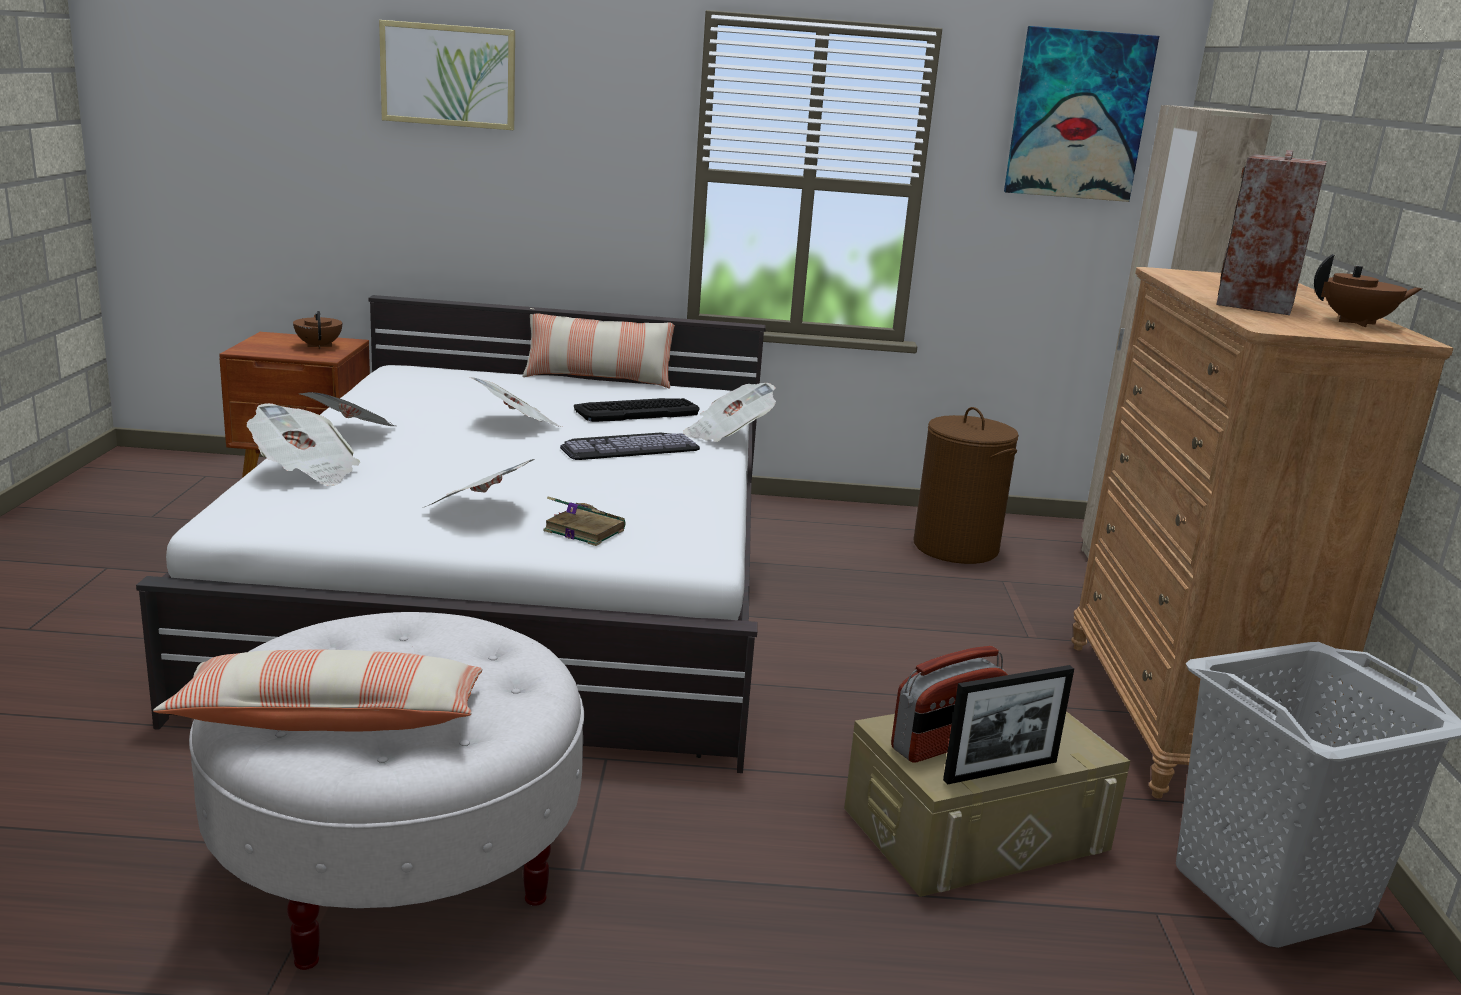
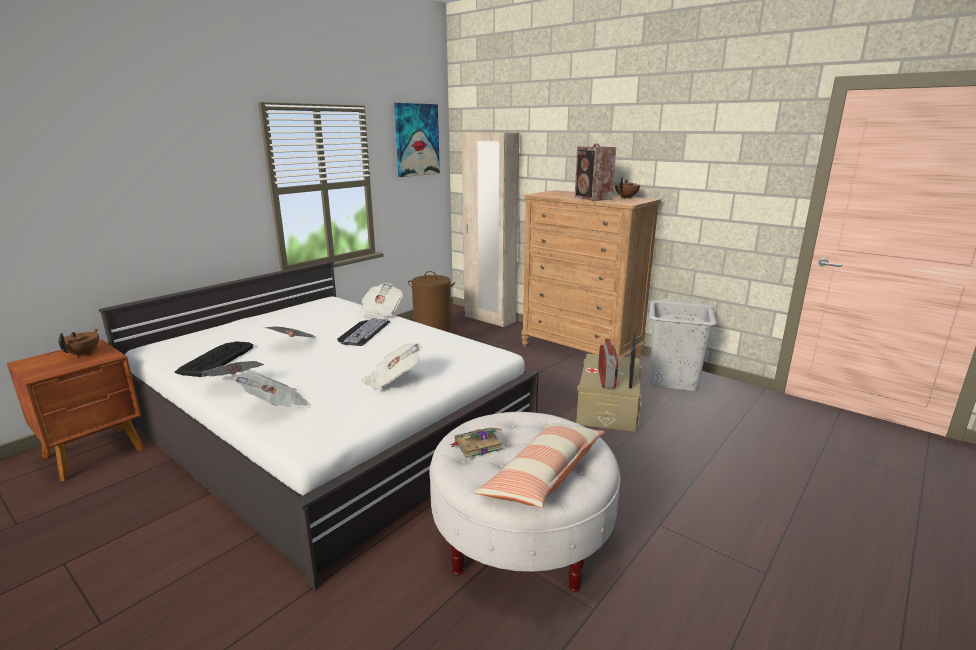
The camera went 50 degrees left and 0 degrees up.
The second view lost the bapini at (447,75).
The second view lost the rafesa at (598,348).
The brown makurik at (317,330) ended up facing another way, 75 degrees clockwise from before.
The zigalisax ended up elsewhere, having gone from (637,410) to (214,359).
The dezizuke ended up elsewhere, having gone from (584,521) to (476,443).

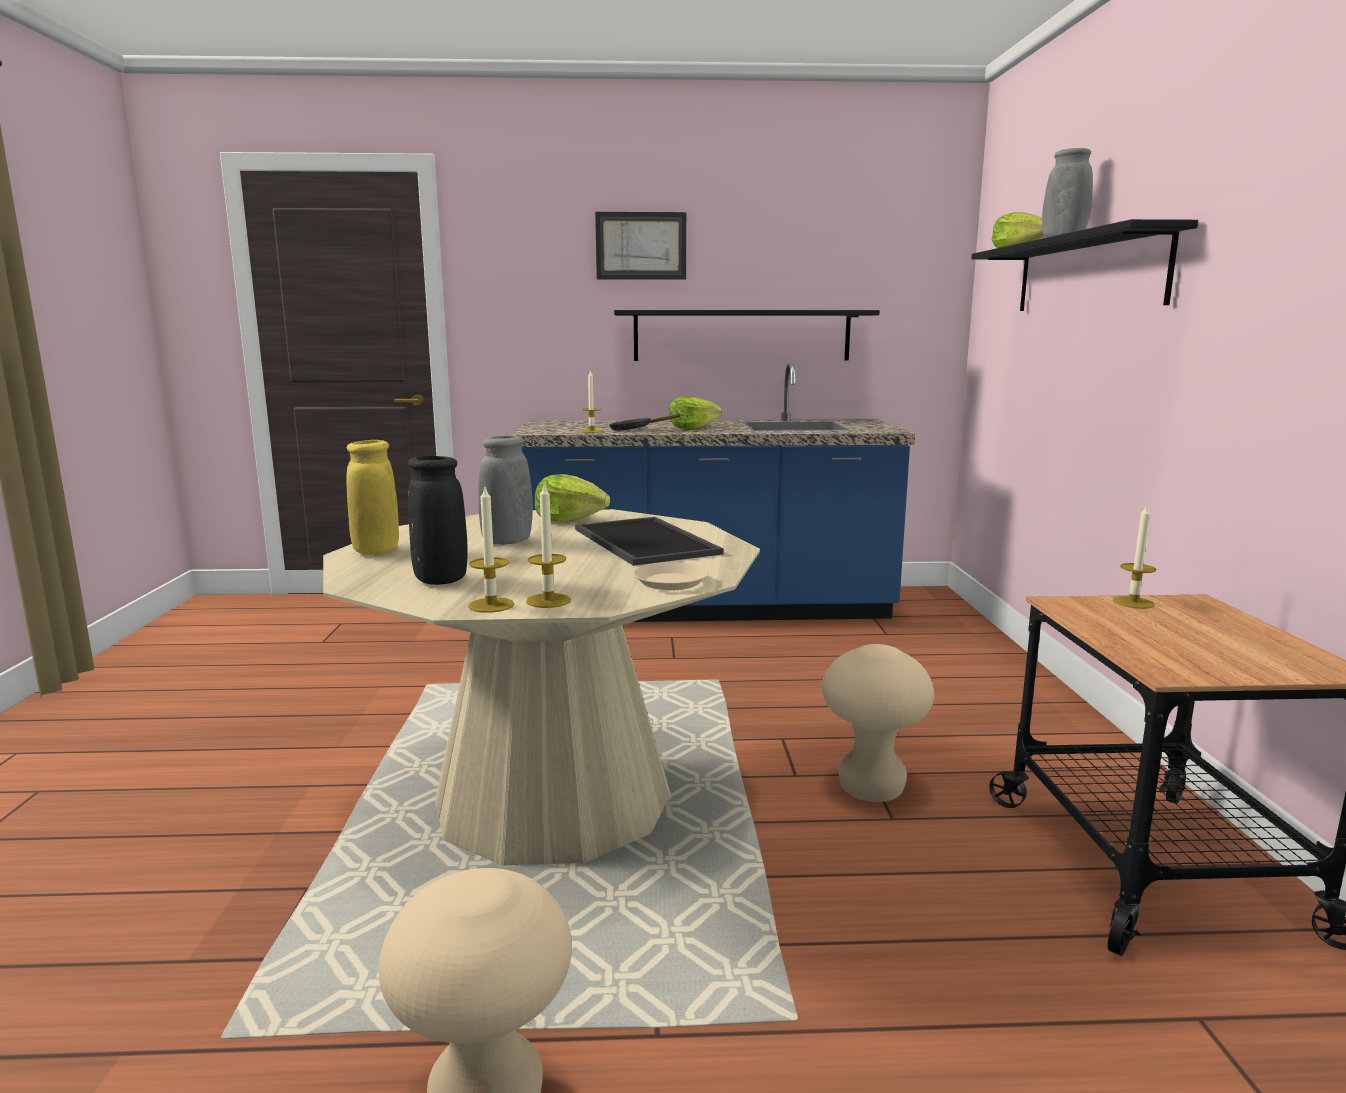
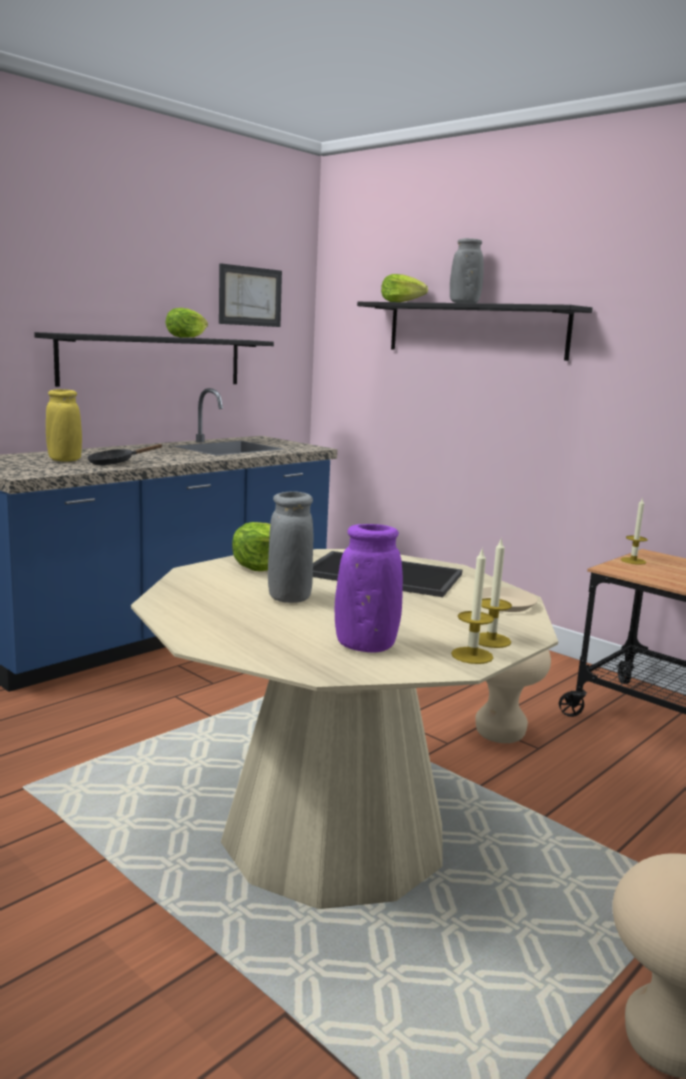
The camera went 45 degrees left and 0 degrees up.
The bapini ended up elsewhere, having gone from (640,246) to (250,295).
The second view lost the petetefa at (591,401).
The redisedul ended up elsewhere, having gone from (695,413) to (187,323).
The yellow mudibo ended up elsewhere, having gone from (372,497) to (64,425).
What was the black mudibo at (438,520) turned into the purple mudibo at (369,588).

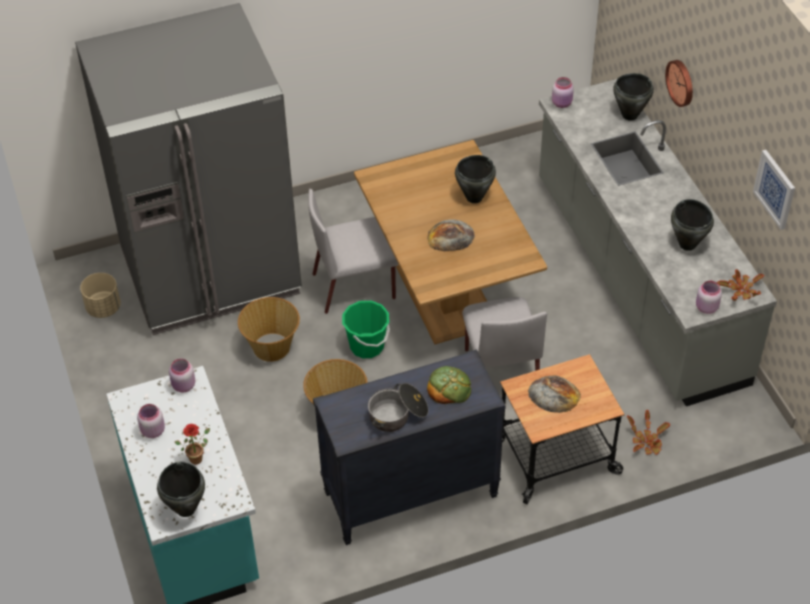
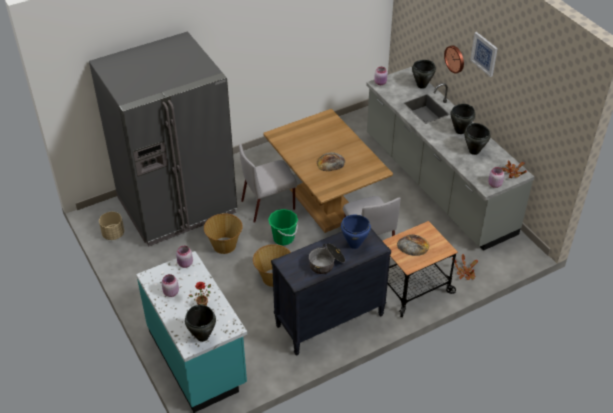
The camera went 10 degrees left and 5 degrees down.
The bapini ended up elsewhere, having gone from (774,190) to (484,54).
The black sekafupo ended up elsewhere, having gone from (475,179) to (462,119).
Where the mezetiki stood at (449,385), the blue sekafupo came to stand at (356,232).

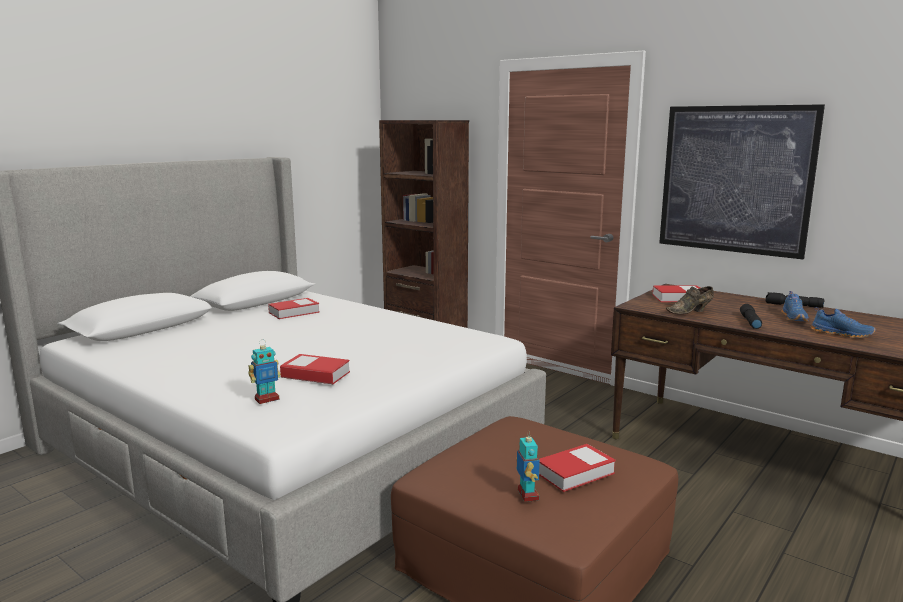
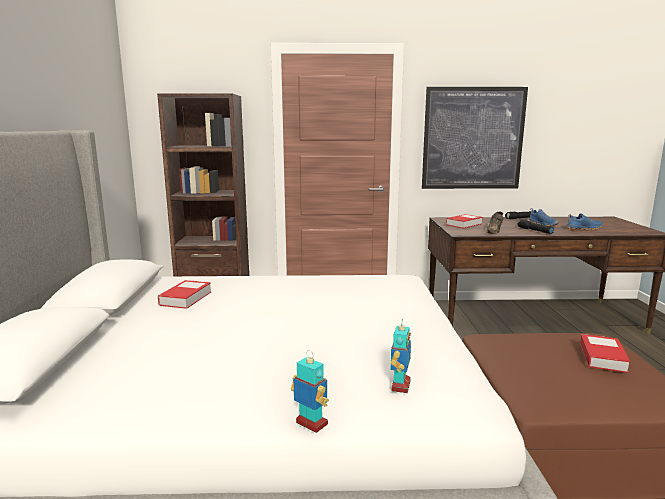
The camera went 40 degrees left and 0 degrees up.
The second view lost the dezizuke at (315,369).
The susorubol ended up elsewhere, having gone from (528,466) to (310,391).

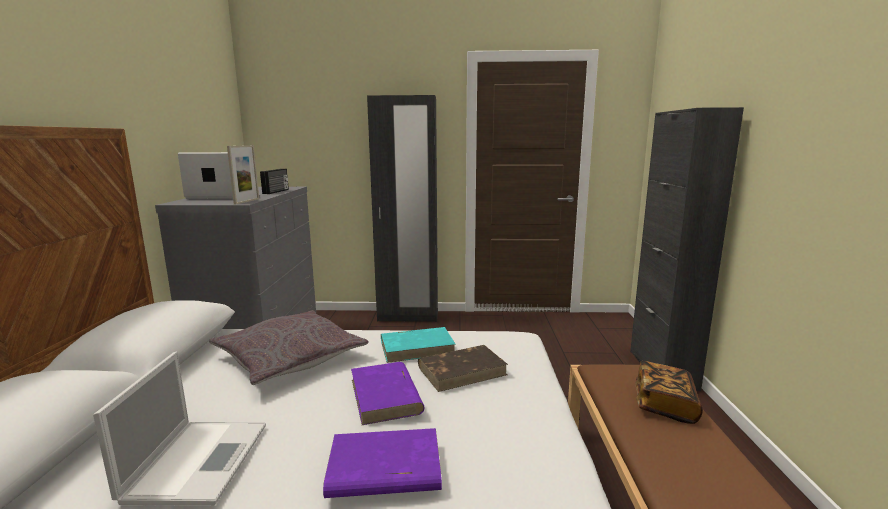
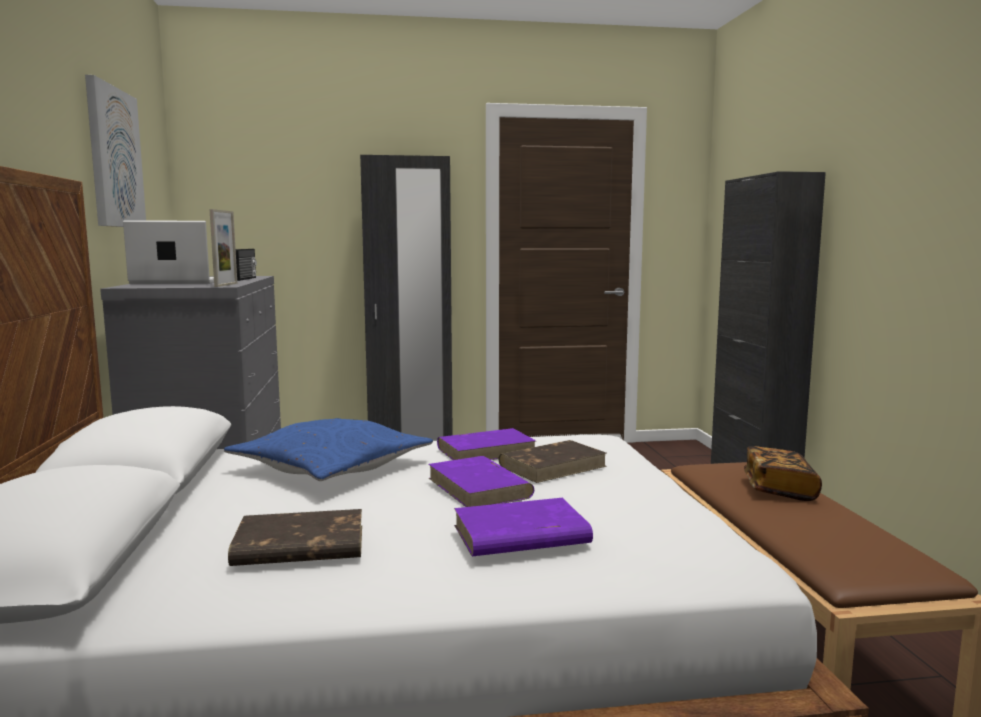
The camera went 10 degrees left and 5 degrees down.
What was the grey rafesa at (289,347) turned into the blue rafesa at (328,449).
What was the turquoise dezizuke at (418,345) turned into the purple dezizuke at (486,444).
Where the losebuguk stood at (179,429), the brown dezizuke came to stand at (295,537).
The second view gained the bapini at (115,151).

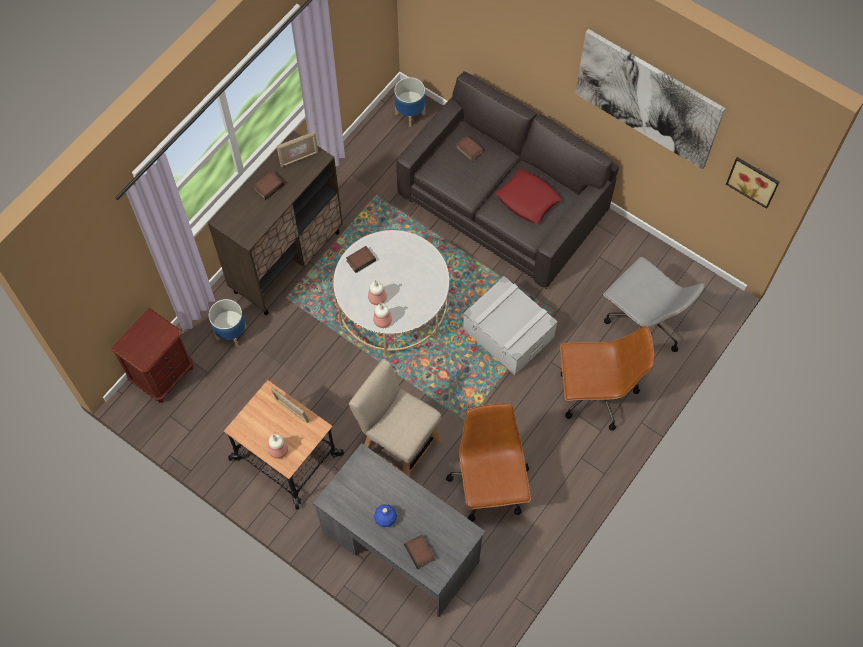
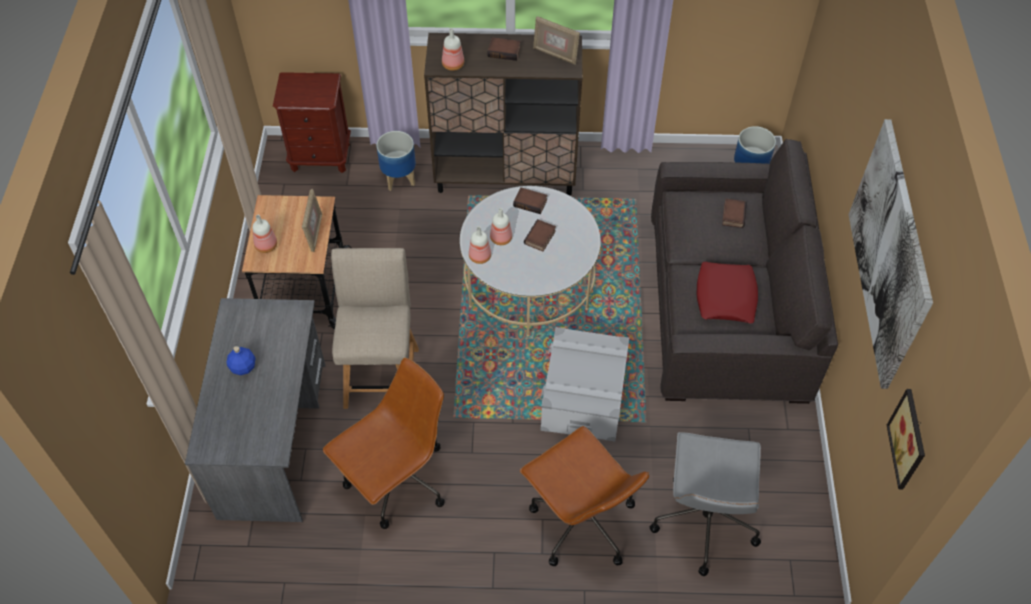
The camera went 55 degrees right and 10 degrees down.
The dezizuke ended up elsewhere, having gone from (419,551) to (540,235).
The second view gained the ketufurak at (453,49).

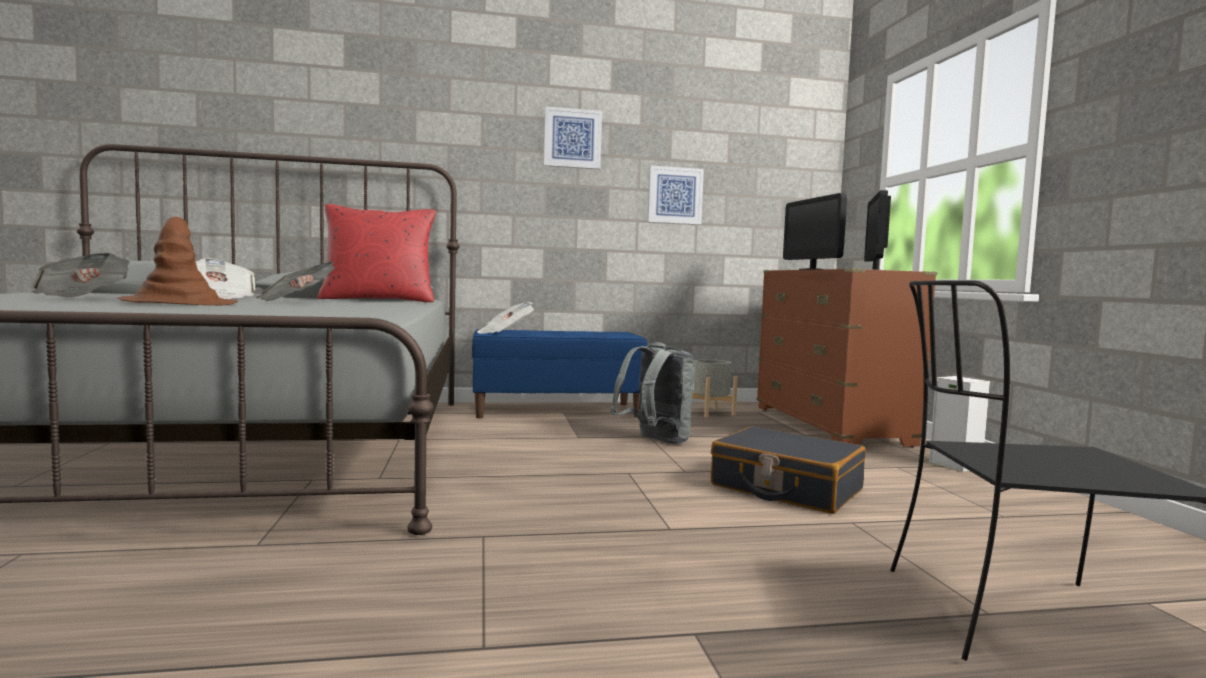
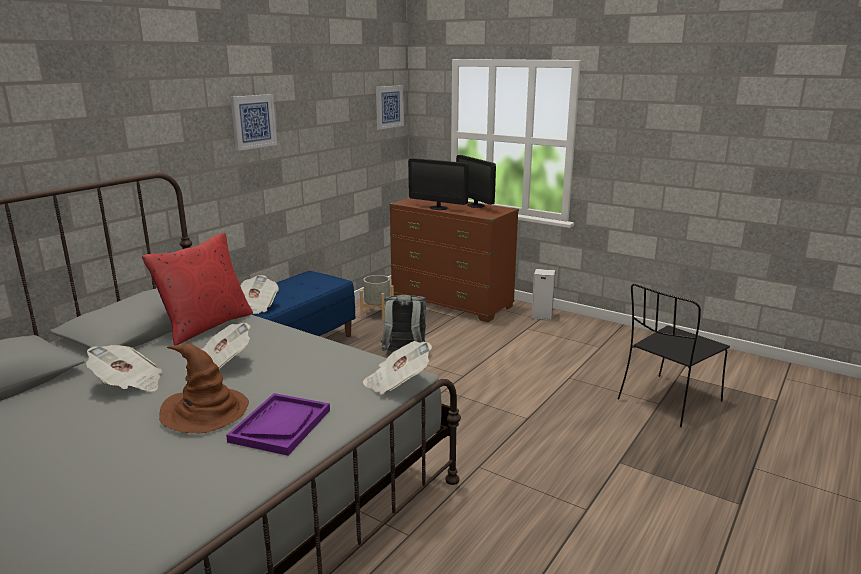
The camera went 45 degrees left and 15 degrees up.
The bapini ended up elsewhere, having gone from (676,195) to (390,107).
The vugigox ended up elsewhere, having gone from (81,275) to (397,368).
The second view lost the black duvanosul at (788,470).
The second view gained the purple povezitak at (278,424).

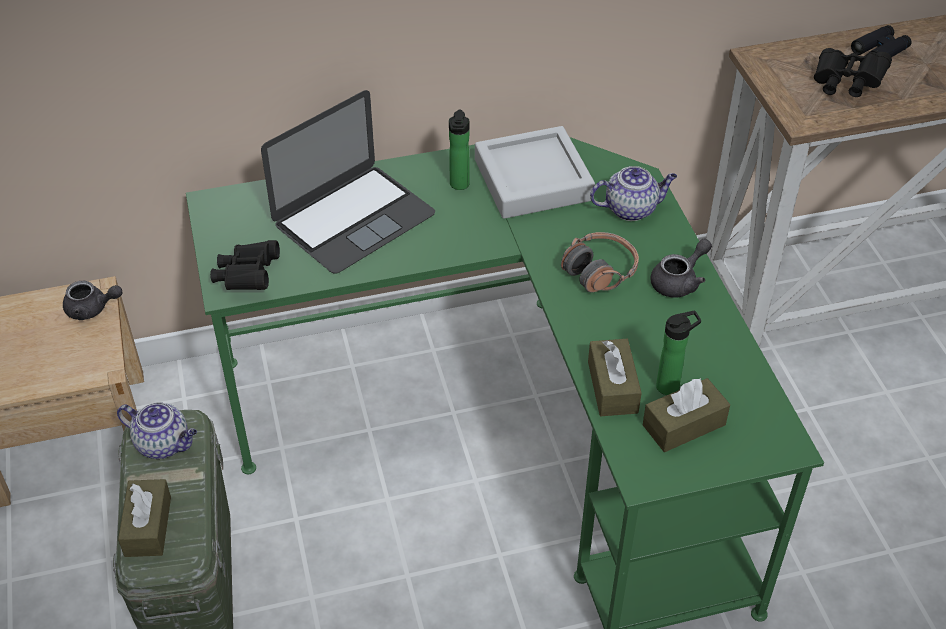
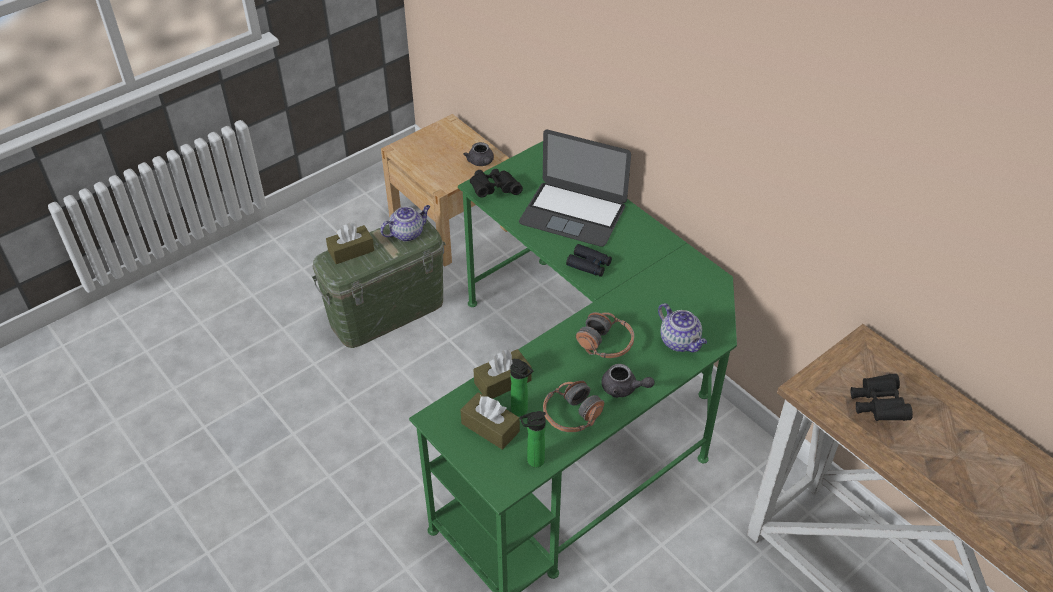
The camera went 65 degrees right and 0 degrees up.
The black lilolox ended up elsewhere, having gone from (881,41) to (589,260).
The ketufurak ended up elsewhere, having gone from (459,149) to (533,439).
The second view lost the grey povezitak at (535,172).
The makurik at (157,430) ended up facing another way, 120 degrees counterclockwise from before.
The second view gained the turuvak at (573,406).

